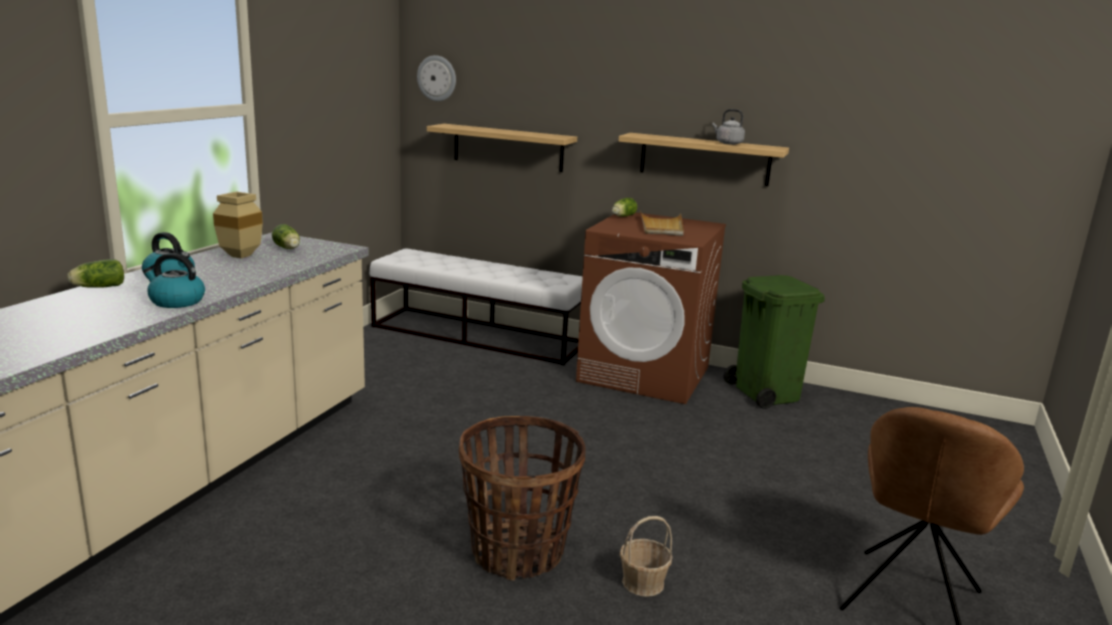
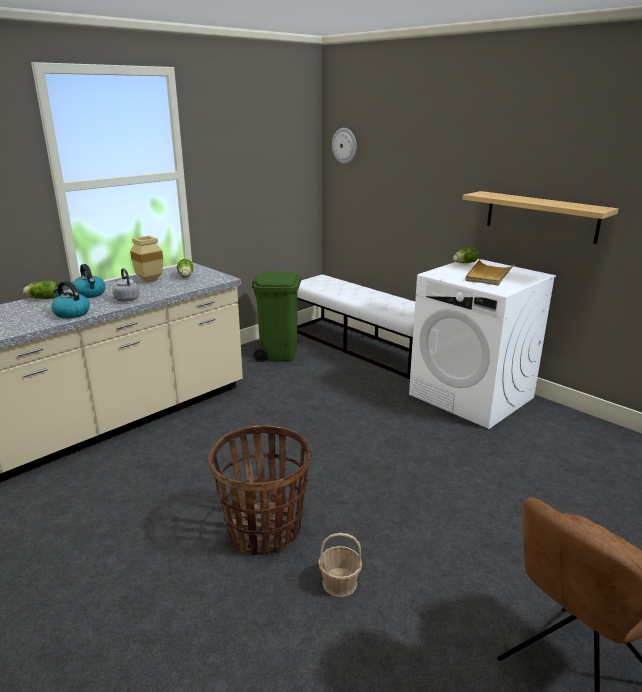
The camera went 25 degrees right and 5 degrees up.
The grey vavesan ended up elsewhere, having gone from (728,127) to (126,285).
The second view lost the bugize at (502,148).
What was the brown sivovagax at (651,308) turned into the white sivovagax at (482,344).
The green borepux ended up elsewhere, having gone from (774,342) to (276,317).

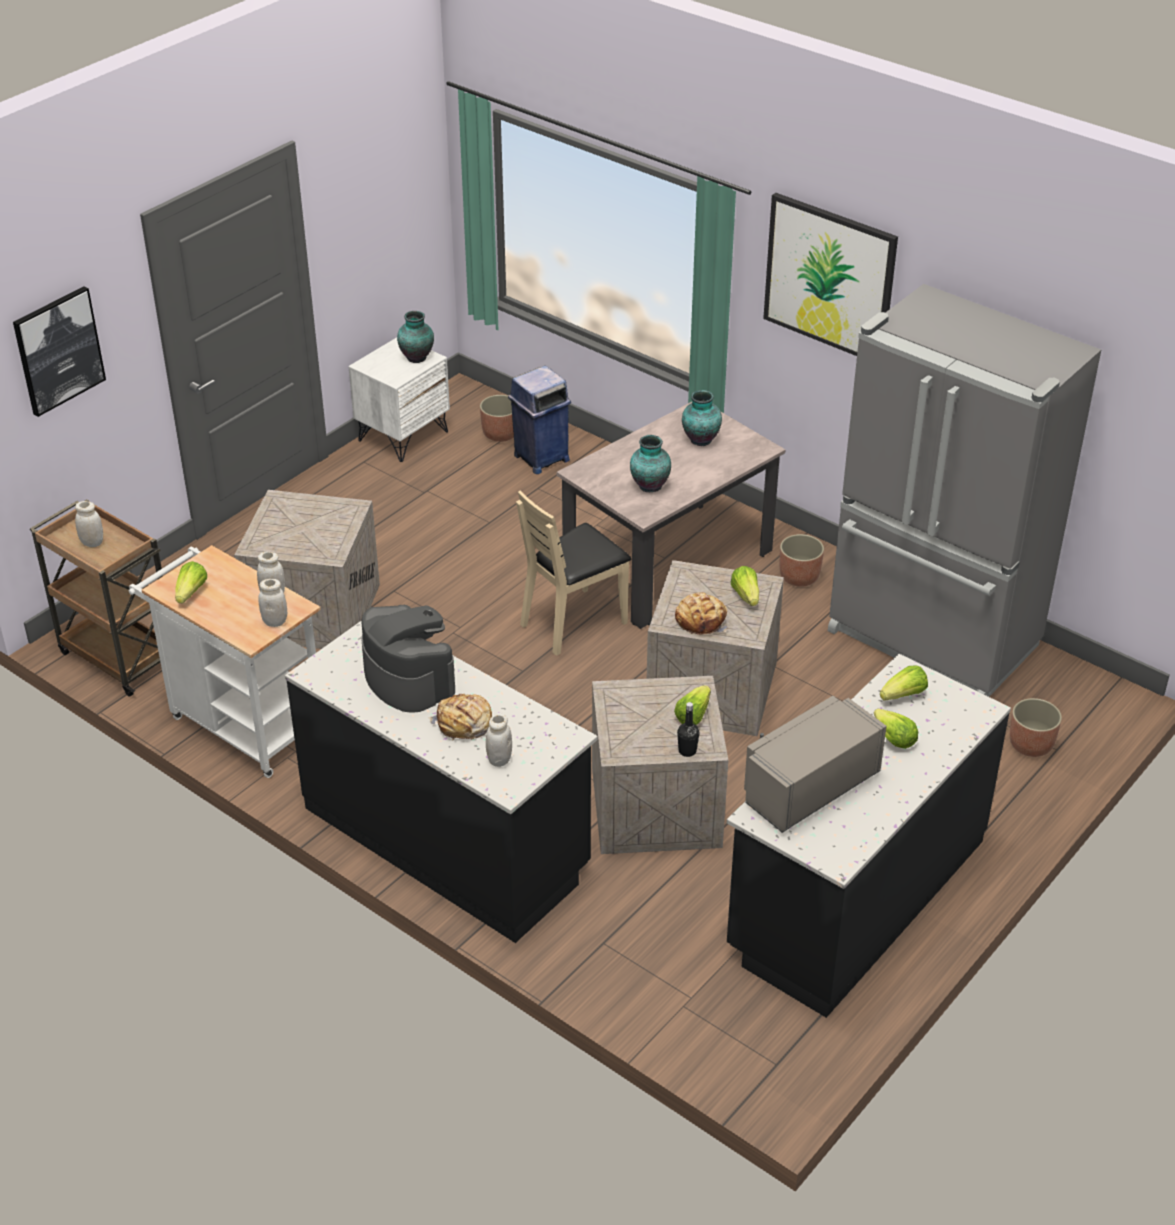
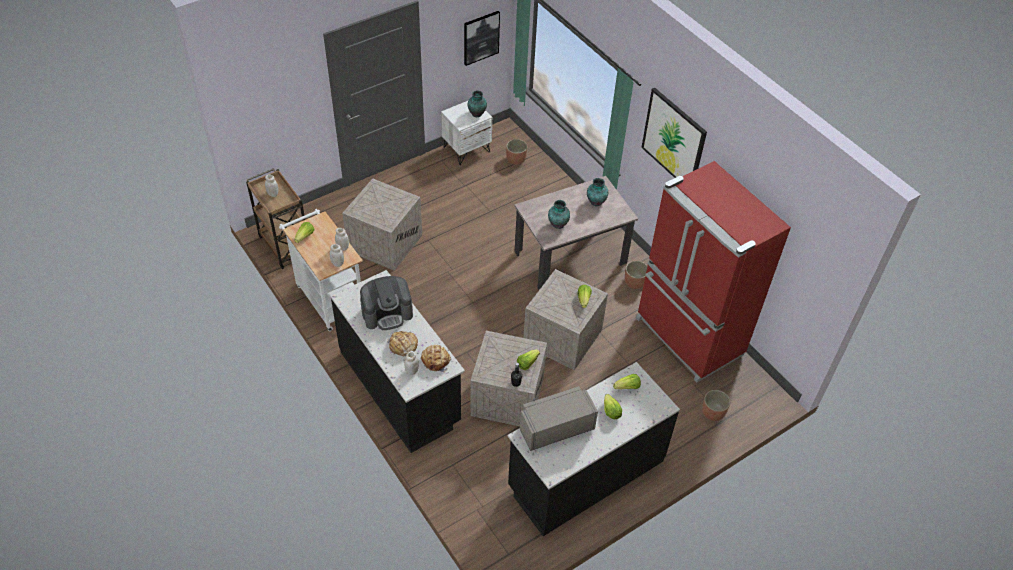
The camera went 15 degrees right and 10 degrees up.
What was the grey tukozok at (964,490) turned into the red tukozok at (713,272).
The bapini ended up elsewhere, having gone from (59,351) to (482,38).
The second view lost the blue borepux at (539,420).
The second view lost the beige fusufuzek at (573,573).
The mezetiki ended up elsewhere, having gone from (701,613) to (436,359).
The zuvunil at (408,658) ended up facing another way, 90 degrees clockwise from before.

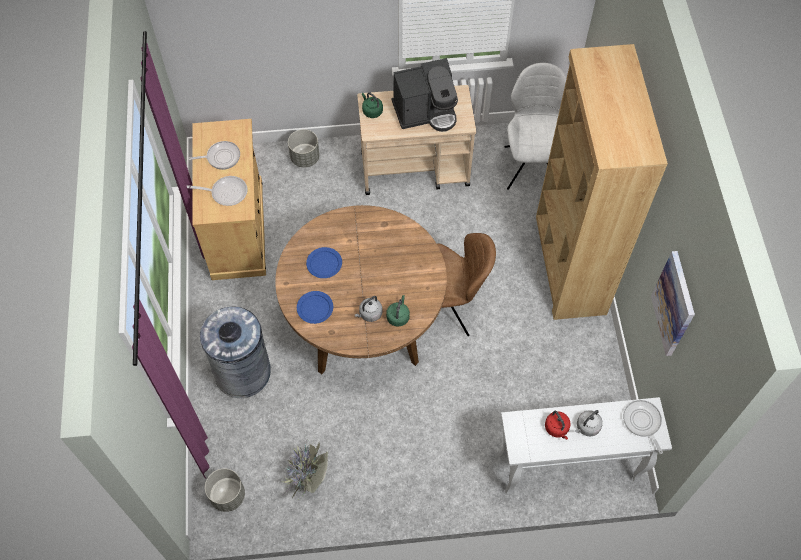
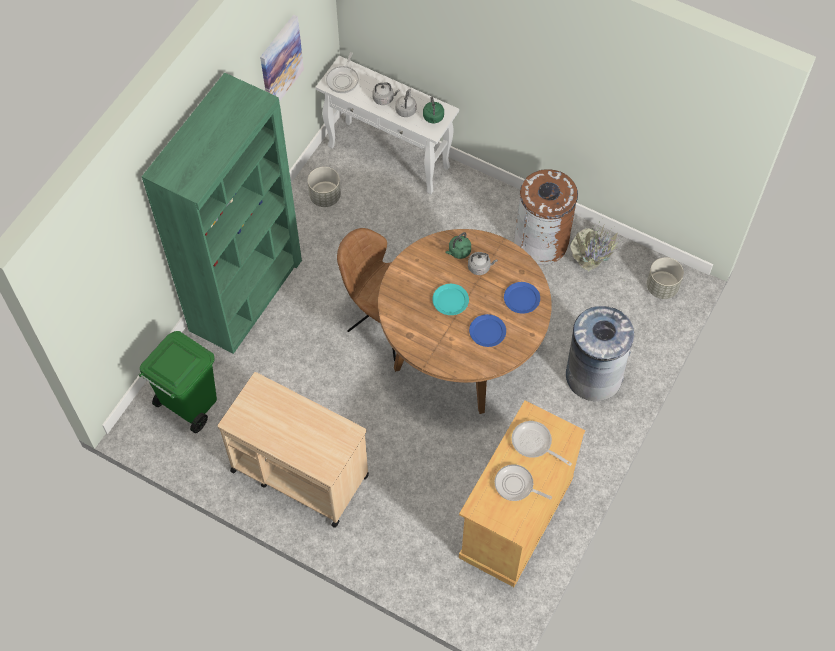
The camera went 145 degrees left and 0 degrees up.
What was the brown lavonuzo at (602,182) turned into the green lavonuzo at (222,213).
The second view lost the zuvunil at (424,95).
Where the white fusufuzek stood at (536,126), the green borepux came to stand at (178,382).
The green vavesan ended up elsewhere, having gone from (372,105) to (433,110).
The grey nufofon ended up elsewhere, having gone from (304,148) to (324,187).
What was the red vavesan at (558,425) turned into the grey vavesan at (405,103).
The second view gained the brown borepux at (546,217).
The second view gained the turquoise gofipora at (450,299).

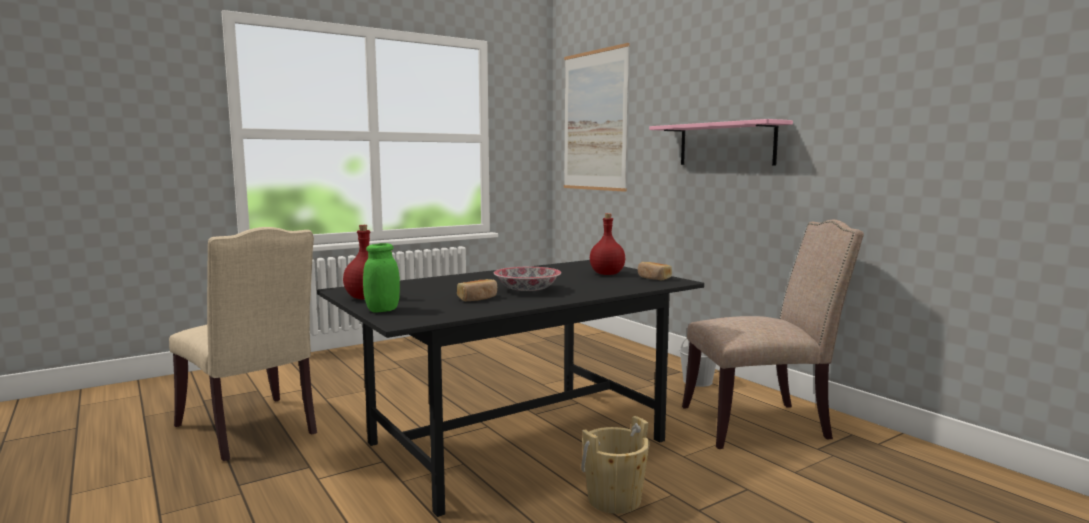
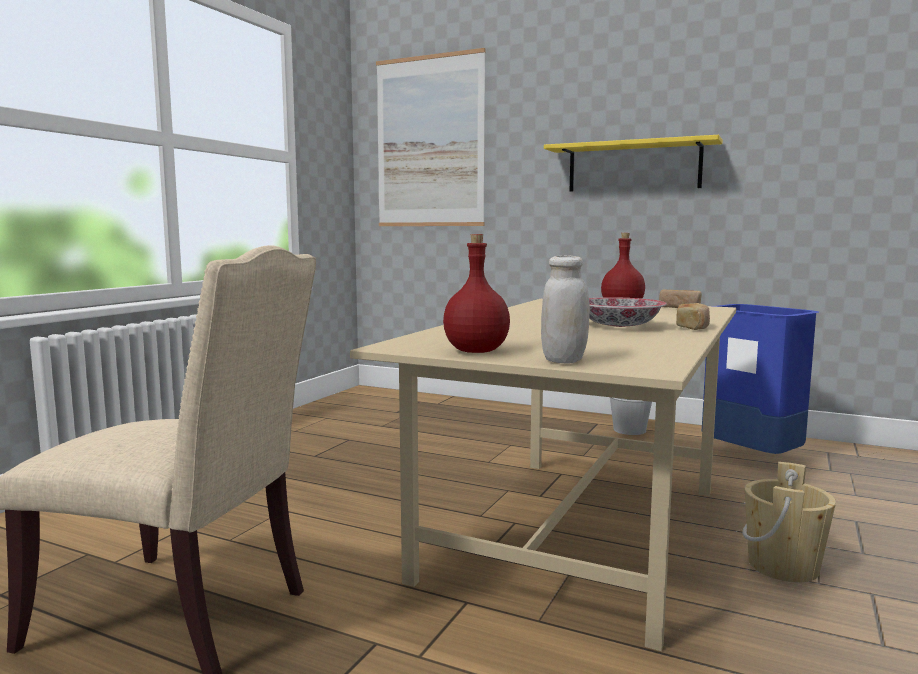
The camera went 30 degrees left and 0 degrees up.
What was the pink bugize at (721,142) turned into the yellow bugize at (633,163).
Where the beige fusufuzek stood at (773,334), the blue borepux came to stand at (760,379).
What was the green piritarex at (381,278) turned into the white piritarex at (565,310).
What was the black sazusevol at (510,388) turned into the beige sazusevol at (543,475).
The mezetiki ended up elsewhere, having gone from (477,290) to (693,316).

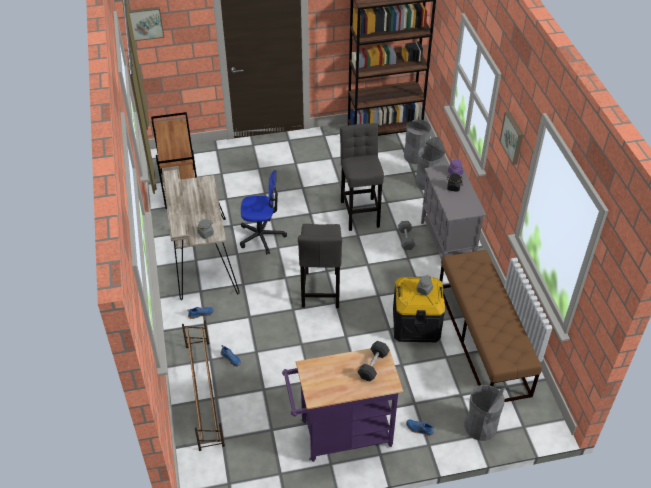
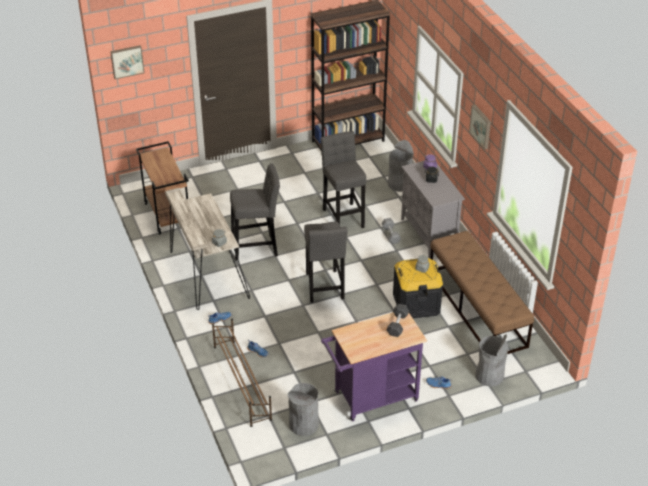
The camera went 10 degrees left and 5 degrees down.
The grey borepux ended up elsewhere, having gone from (417,141) to (303,409).
Where the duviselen stood at (263,212), the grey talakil came to stand at (255,212).

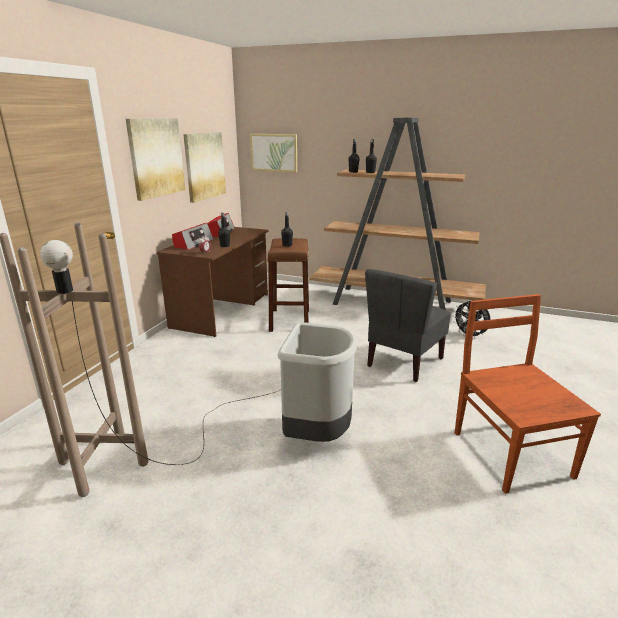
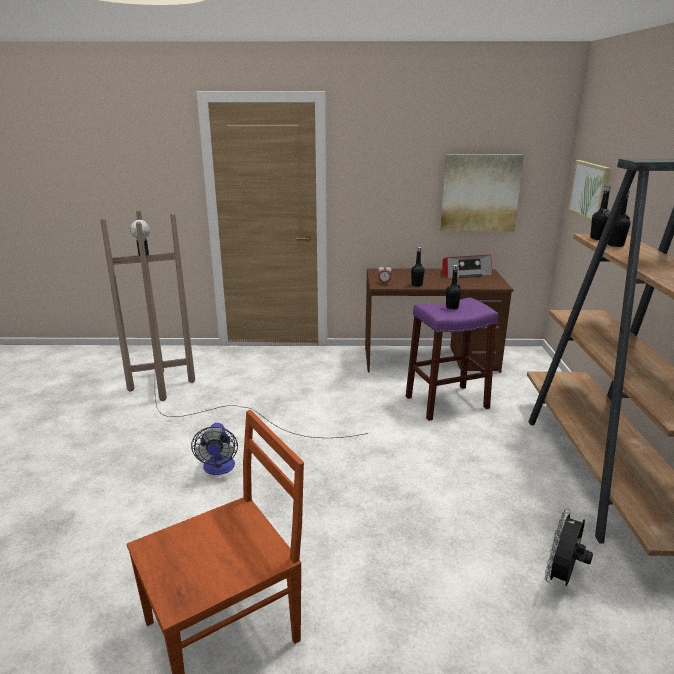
The camera went 70 degrees right and 0 degrees up.
The second view lost the bapini at (155,159).
The second view lost the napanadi at (193,236).
What was the brown talakil at (288,285) turned into the purple talakil at (452,359).
The second view lost the grey fusufuzek at (408,325).
Where the grey borepux stood at (317,382), the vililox came to stand at (214,449).

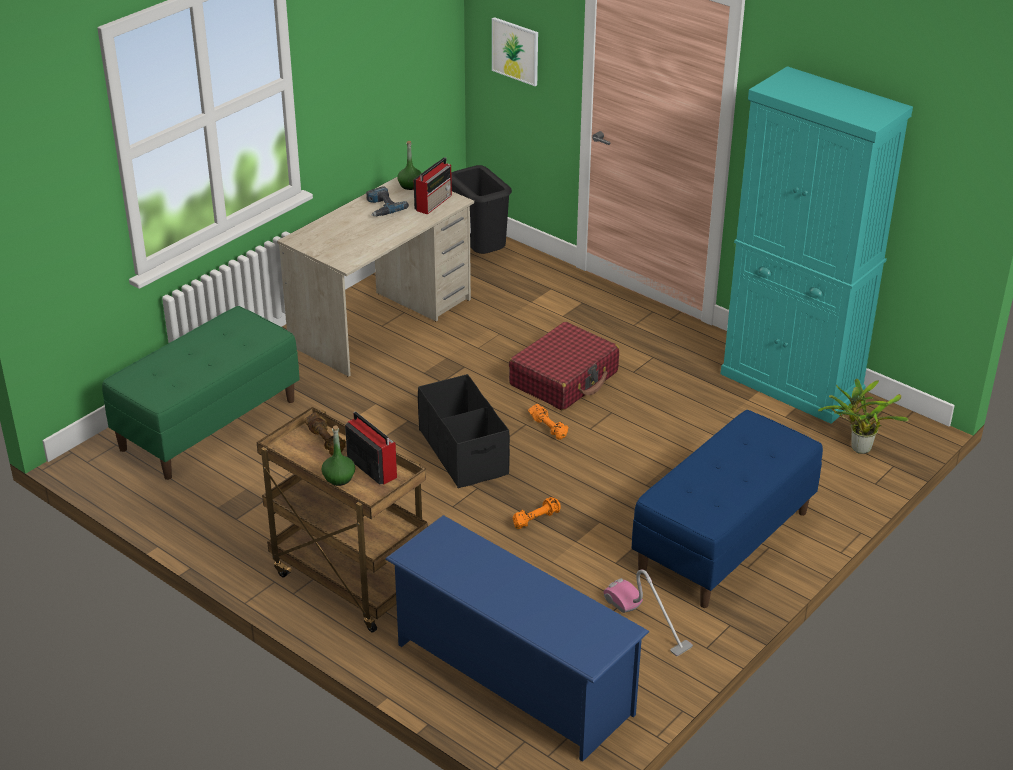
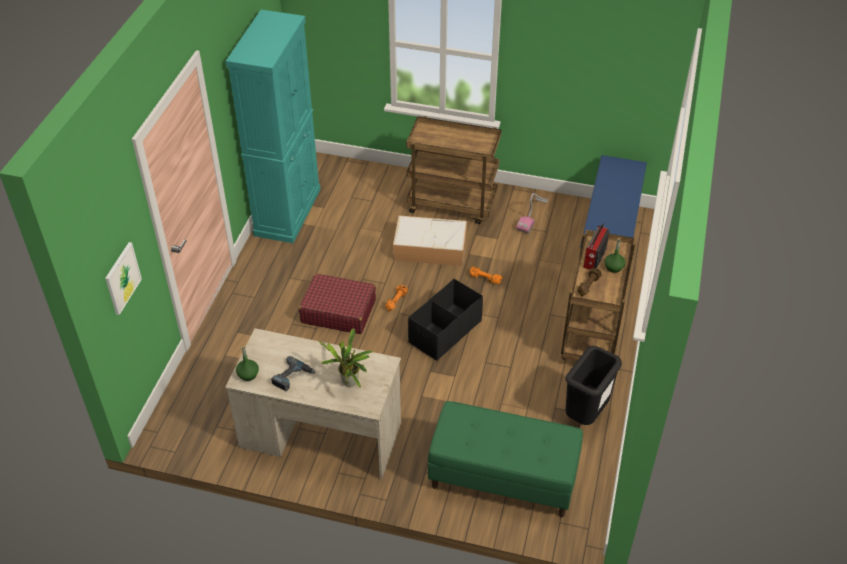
The camera went 115 degrees left and 10 degrees up.
The second view lost the napanadi at (433,185).
The black borepux ended up elsewhere, having gone from (481,209) to (593,385).
The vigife ended up elsewhere, having gone from (863,416) to (346,357).
Where the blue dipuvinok stood at (727,509), the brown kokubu came to stand at (453,170).
The second view gained the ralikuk at (430,241).

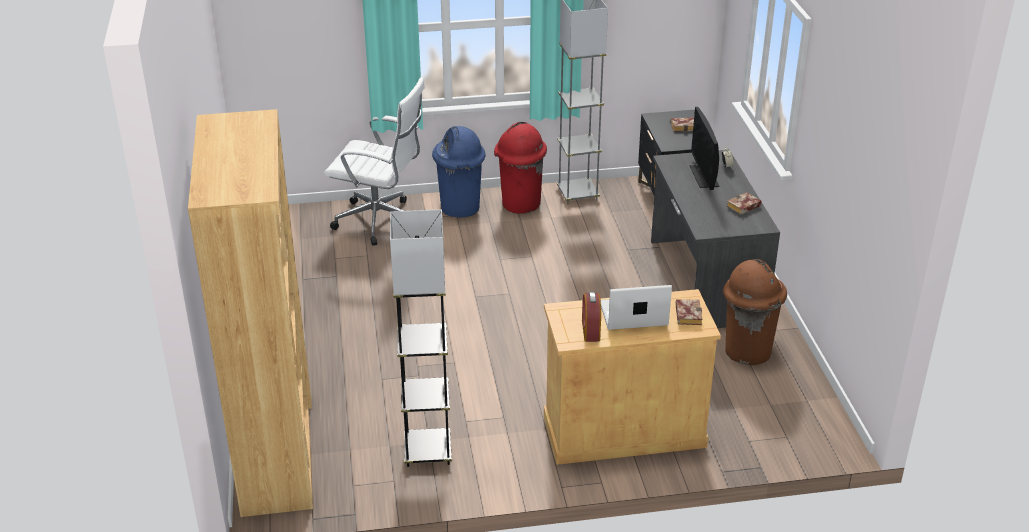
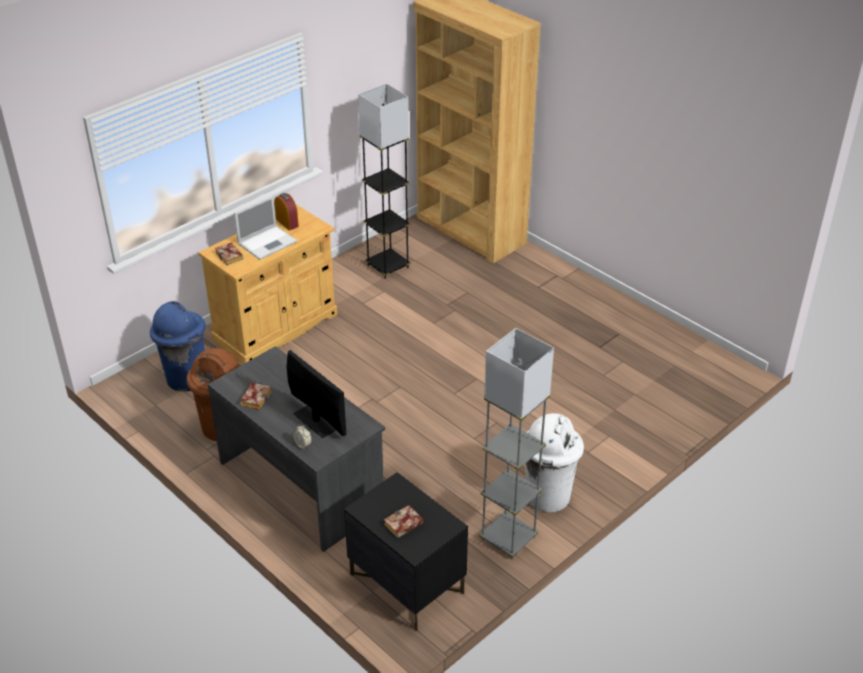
The camera went 145 degrees right and 5 degrees up.
The second view lost the white duviselen at (374,161).
What was the red borepux at (520,168) turned into the white borepux at (555,463).
The blue borepux ended up elsewhere, having gone from (458,171) to (178,346).

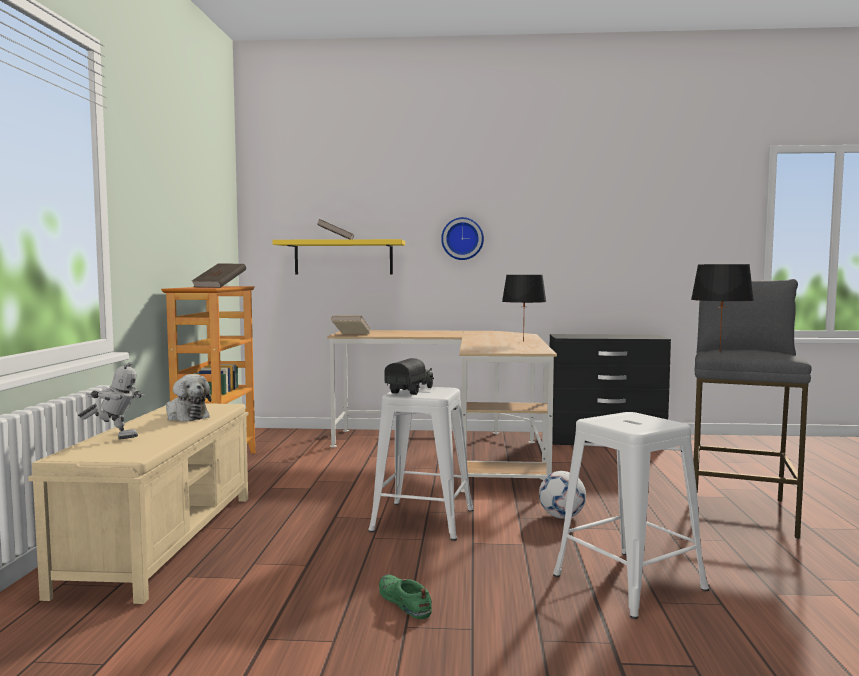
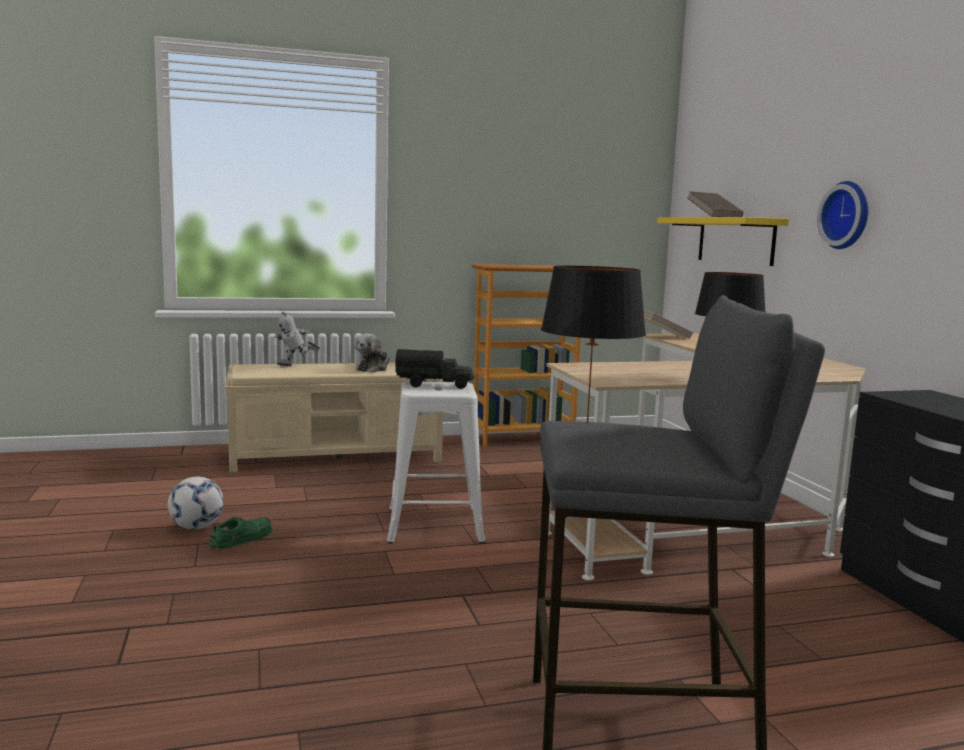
The camera went 70 degrees right and 5 degrees up.
The second view lost the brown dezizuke at (219,275).
The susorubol at (111,400) ended up facing another way, 90 degrees clockwise from before.
The second view lost the white talakil at (631,515).
The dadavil ended up elsewhere, having gone from (562,495) to (196,503).

